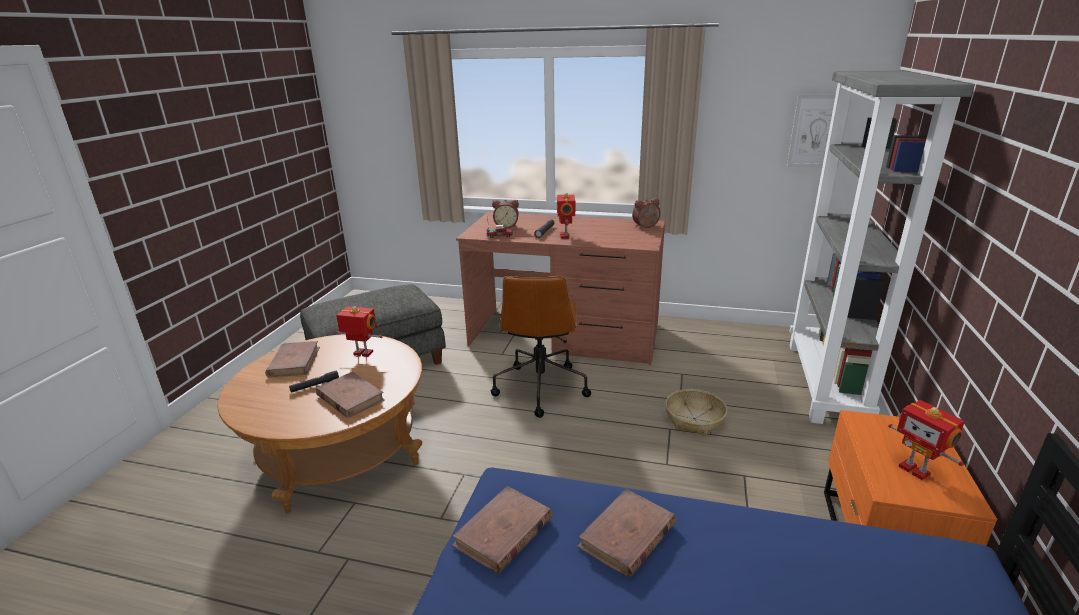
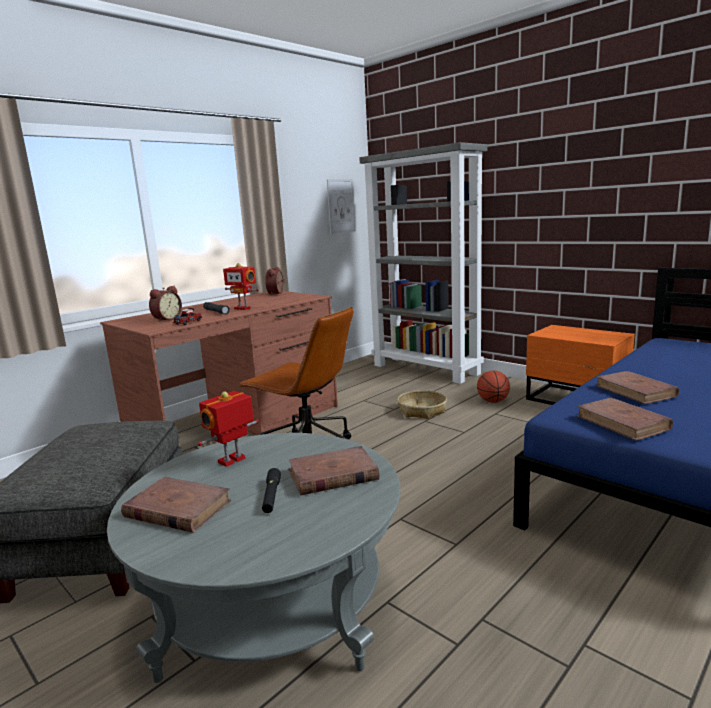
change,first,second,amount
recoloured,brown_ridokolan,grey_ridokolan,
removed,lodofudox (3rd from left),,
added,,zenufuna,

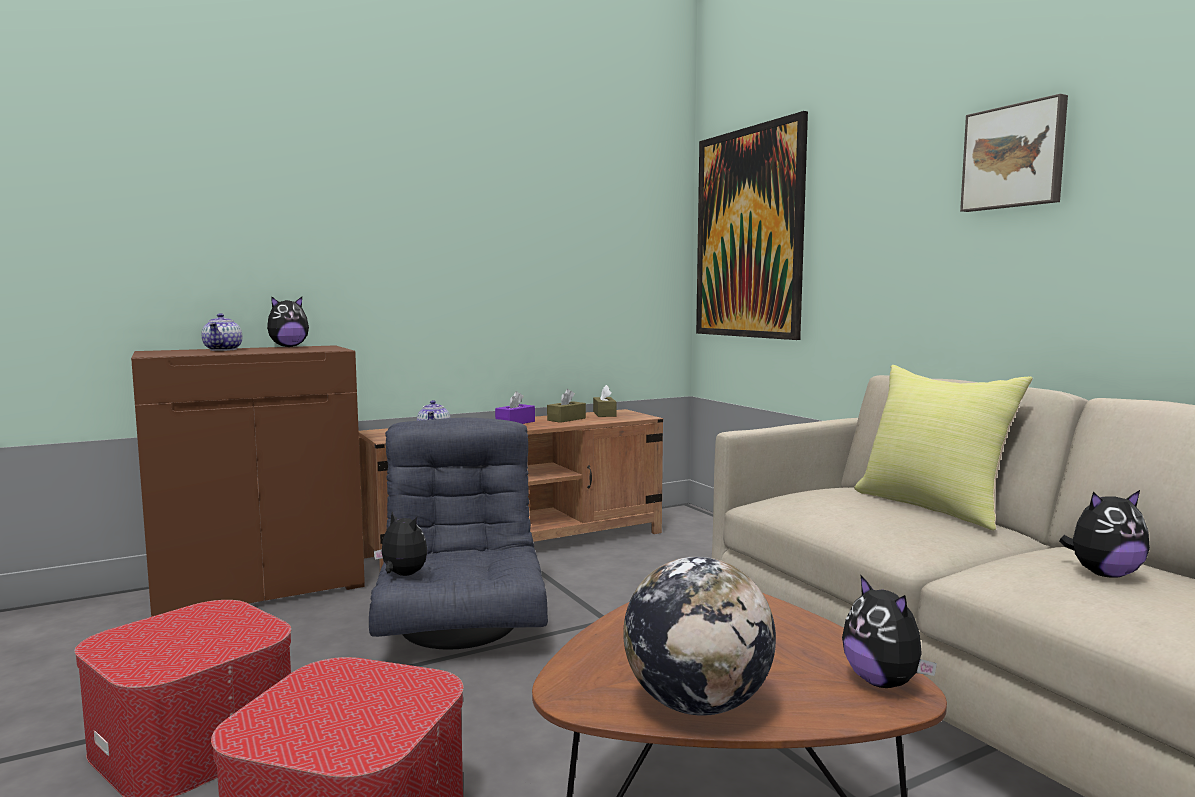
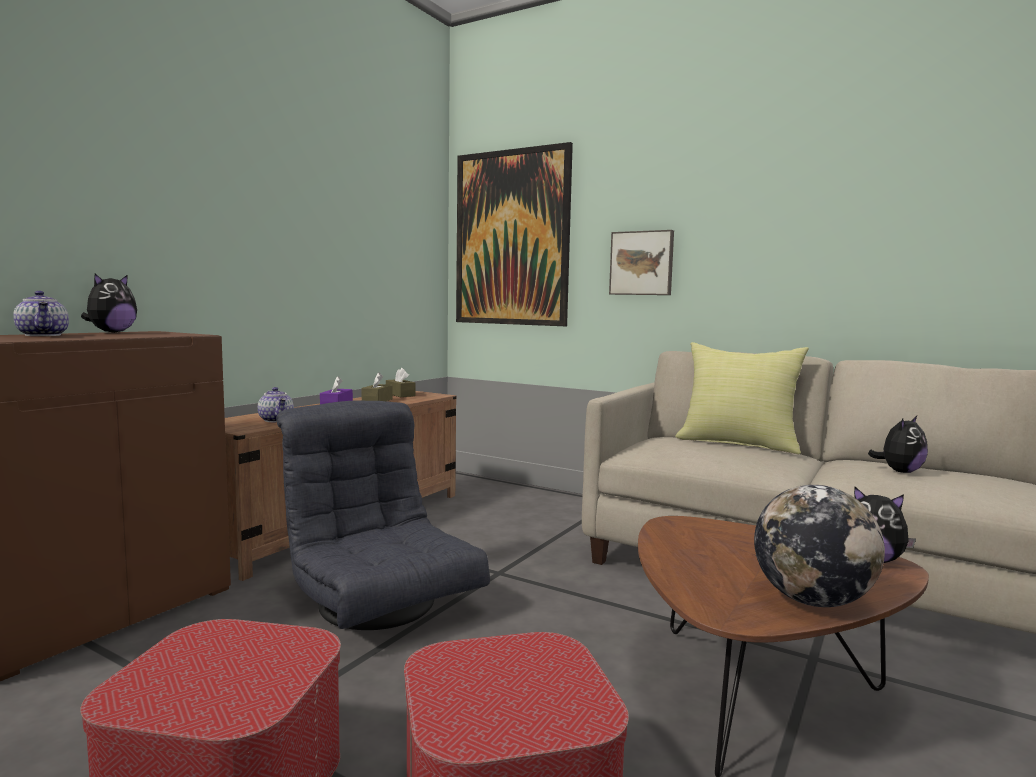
change,first,second,amount
removed,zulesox (2nd from left),,
moved,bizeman (2nd from left),,

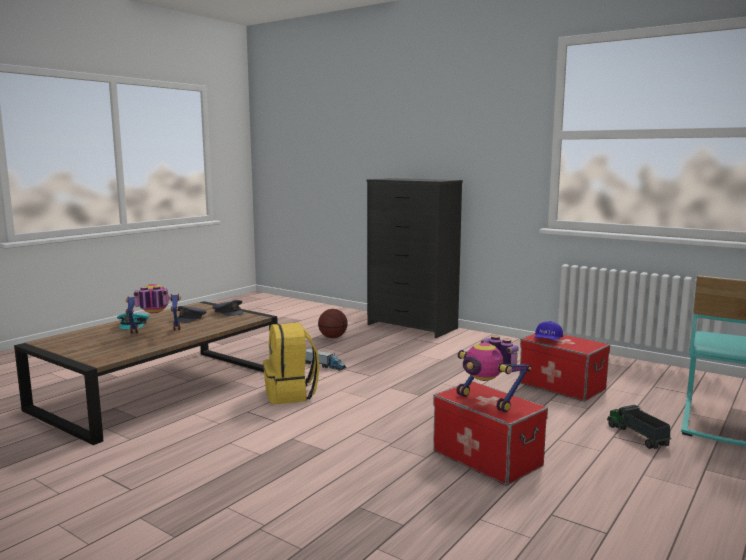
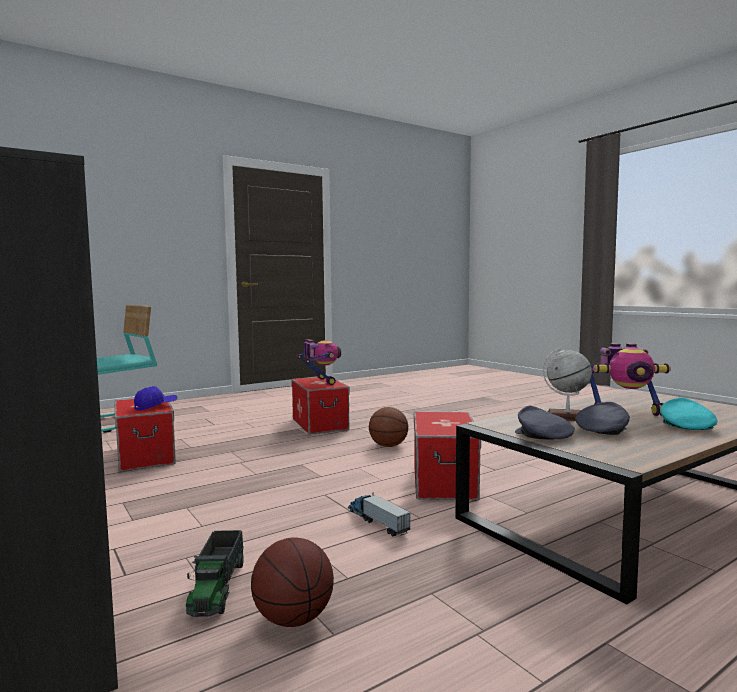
change,first,second,amount
replaced,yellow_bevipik,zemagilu (3rd from left),
moved,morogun (2nd from left in the first image),morogun (1st from left),
added,,zenufuna (2nd from left),
added,,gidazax,

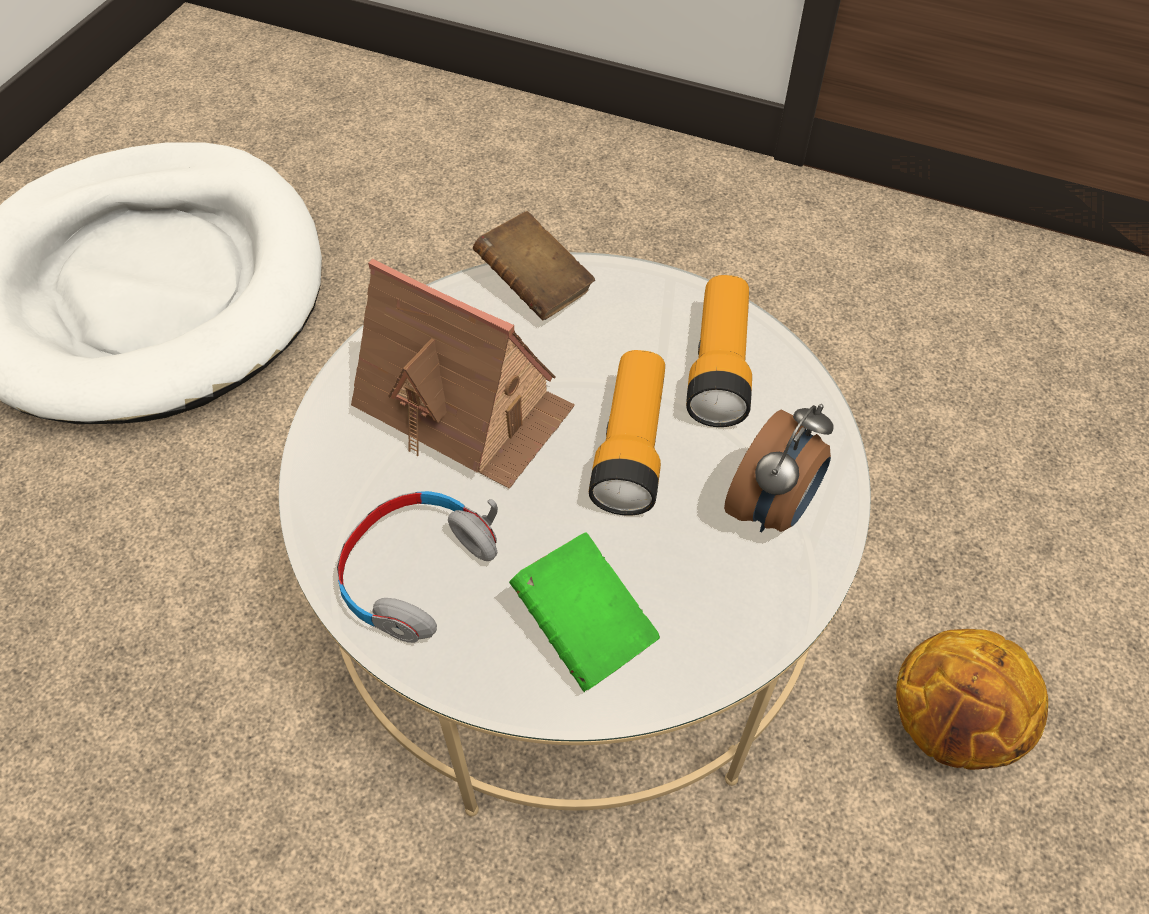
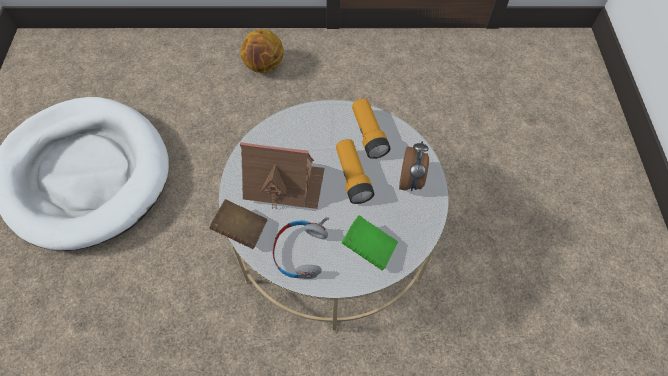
change,first,second,amount
moved,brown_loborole,,
moved,zenufuna,,

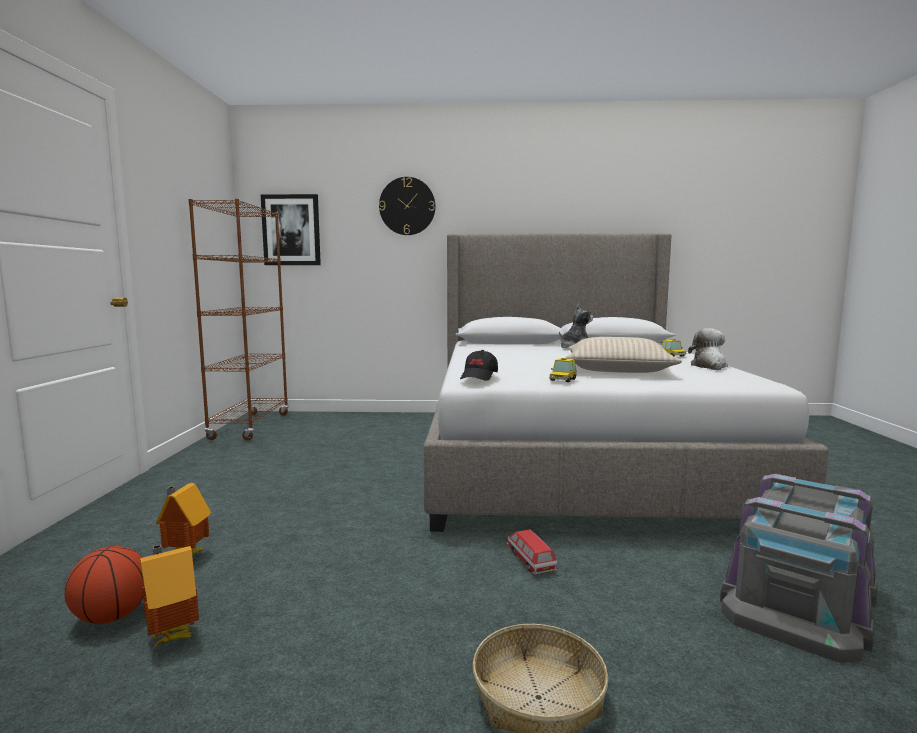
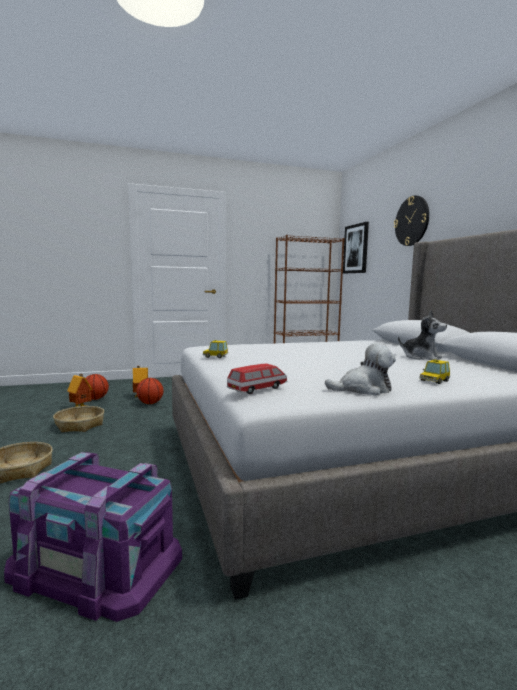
change,first,second,amount
removed,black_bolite,,
moved,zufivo (1st from left in the first image),zufivo (2nd from left),
removed,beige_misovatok,,
recoloured,grey_zemagilu,purple_zemagilu,
added,,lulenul (2nd from left),
added,,zenufuna (2nd from left),

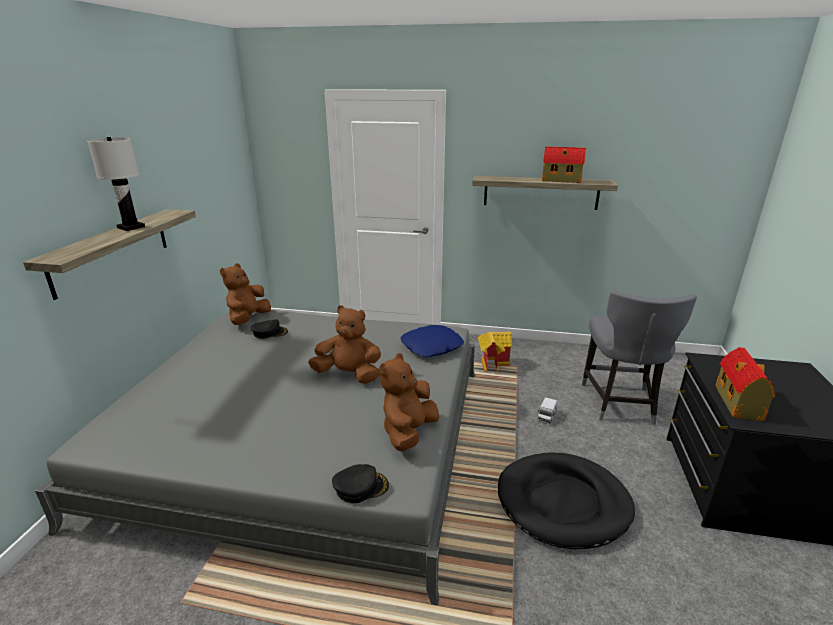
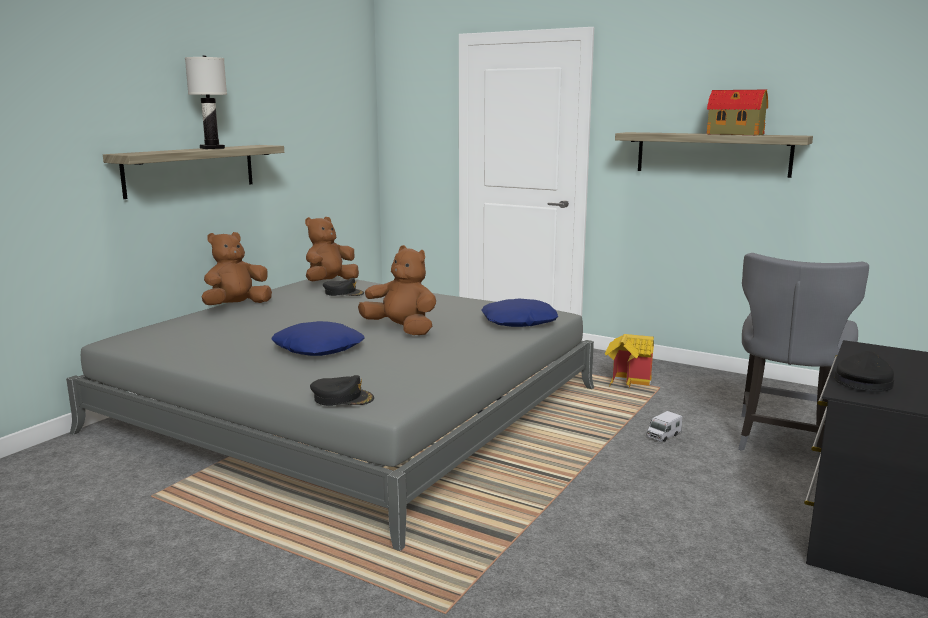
change,first,second,amount
moved,brown_zulesox (3rd from left in the first image),brown_zulesox (1st from left),
removed,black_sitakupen,,
replaced,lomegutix (3rd from left),black_bolite (3rd from left),
added,,blue_misovatok (1st from left),

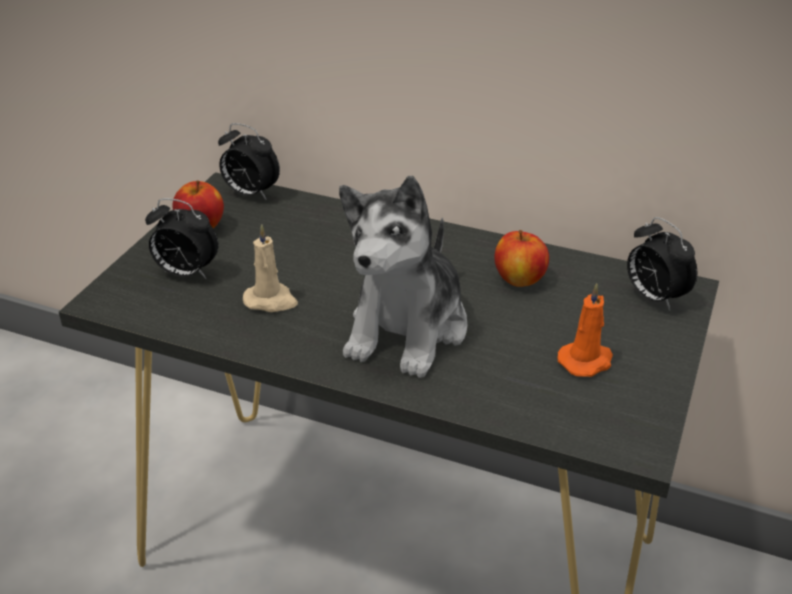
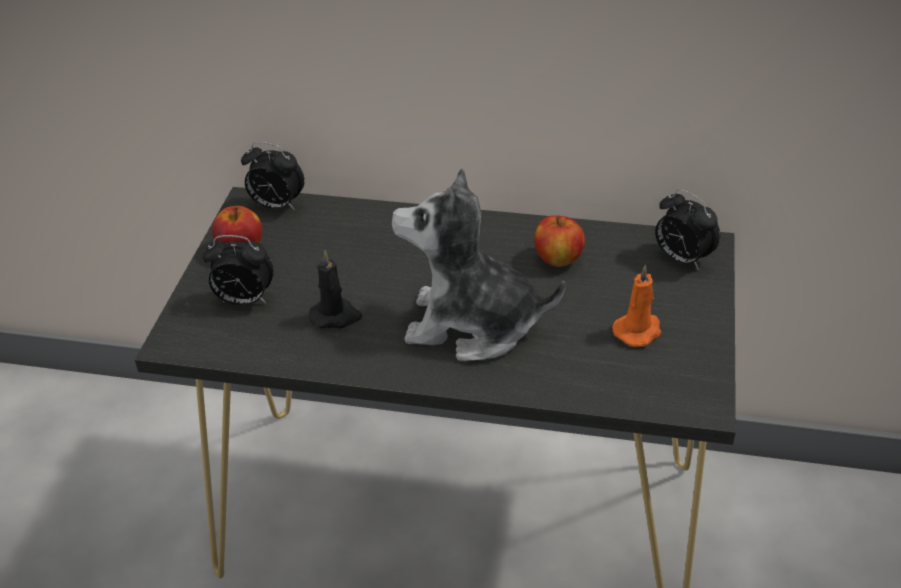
change,first,second,amount
recoloured,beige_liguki,black_liguki,
turned,zulesox,,90 degrees clockwise

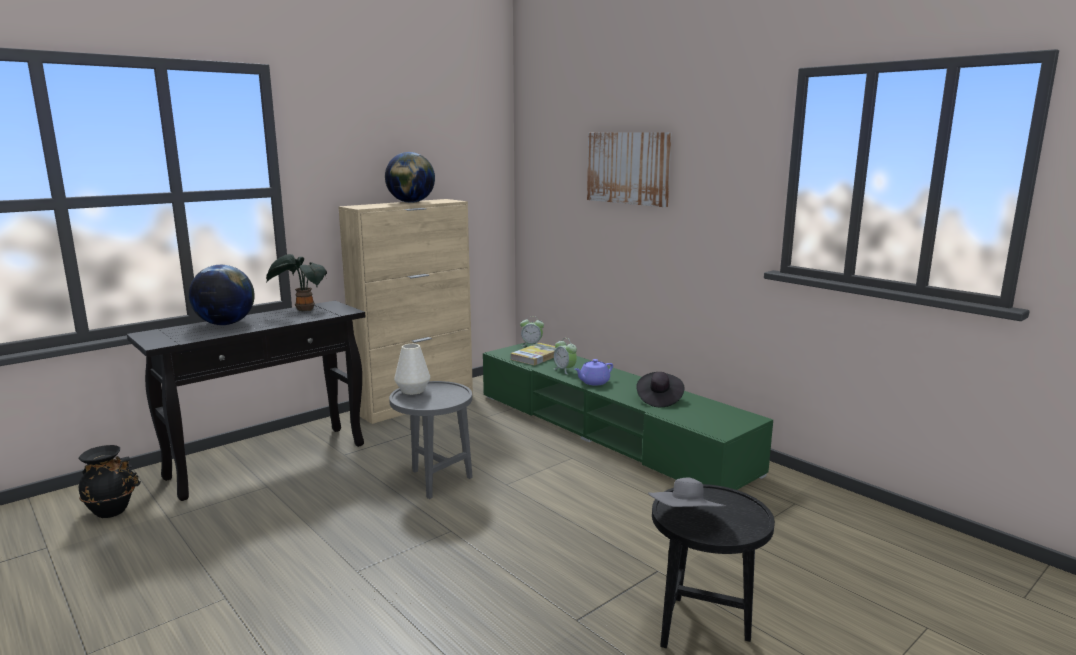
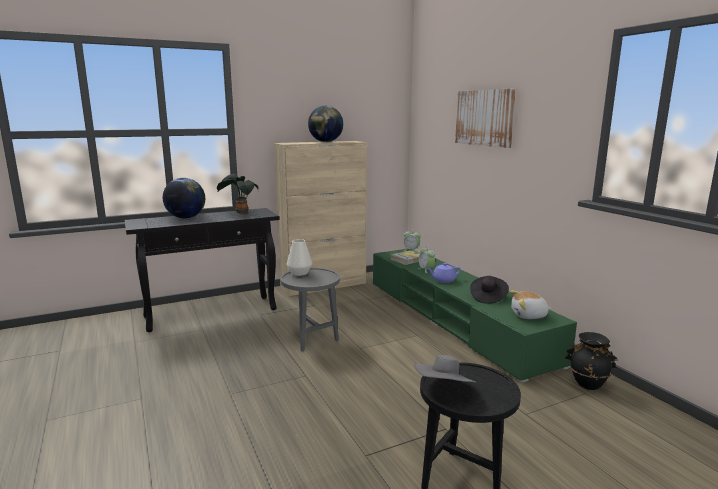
change,first,second,amount
moved,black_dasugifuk,,
added,,zulesox,

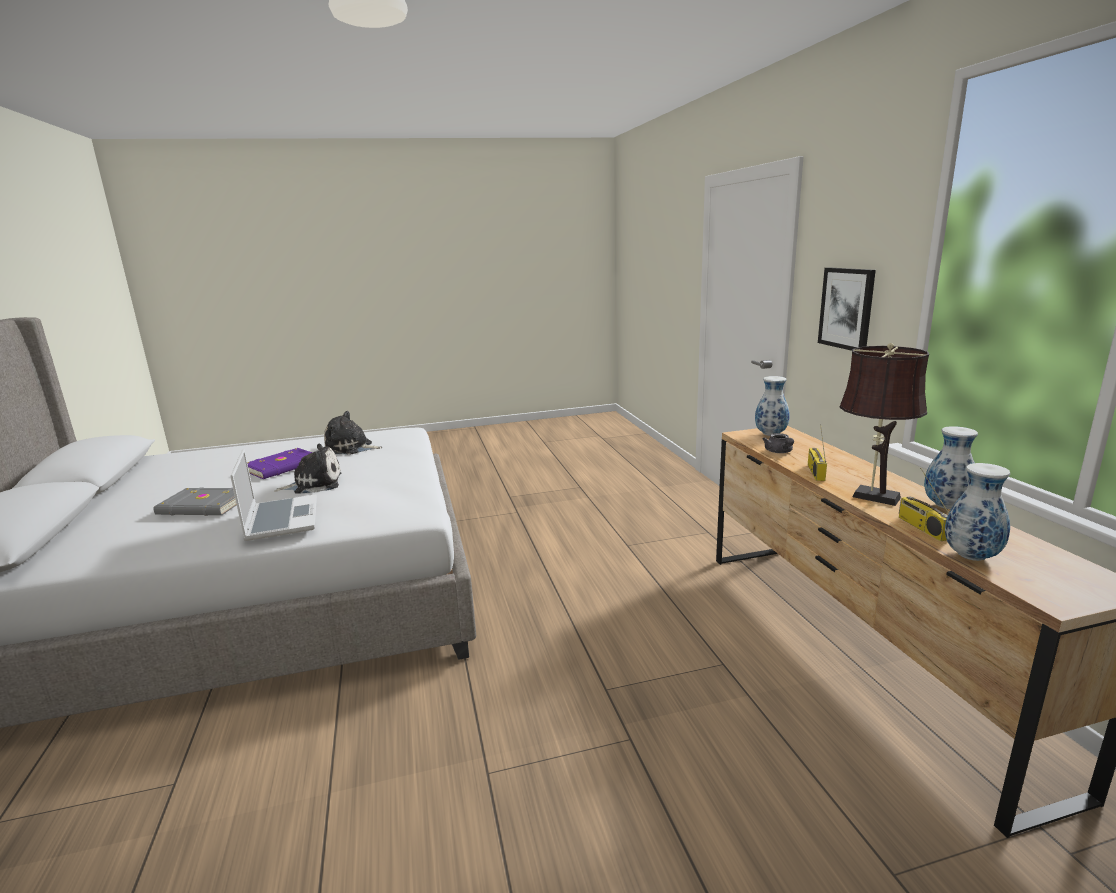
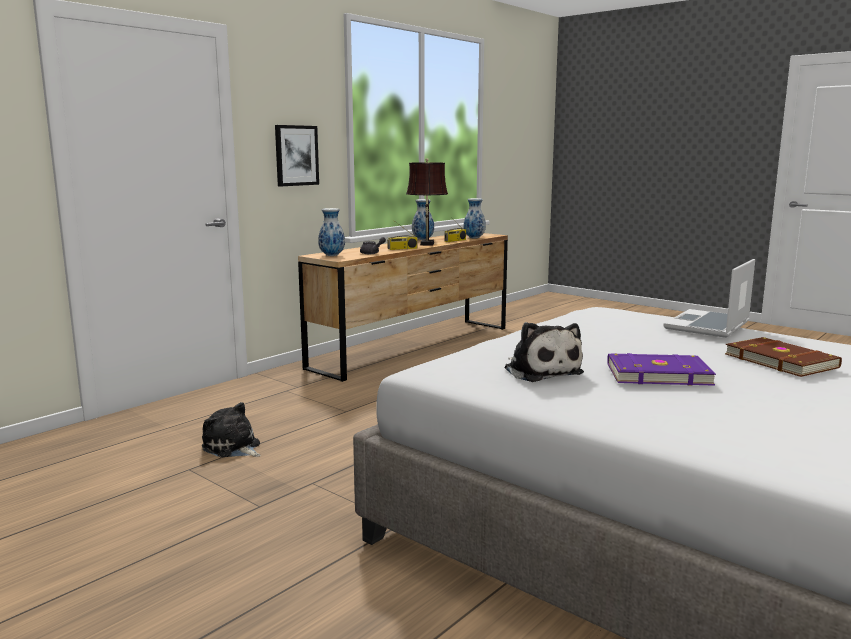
change,first,second,amount
recoloured,grey_loborole,brown_loborole,
moved,zulesox (1st from left),,

